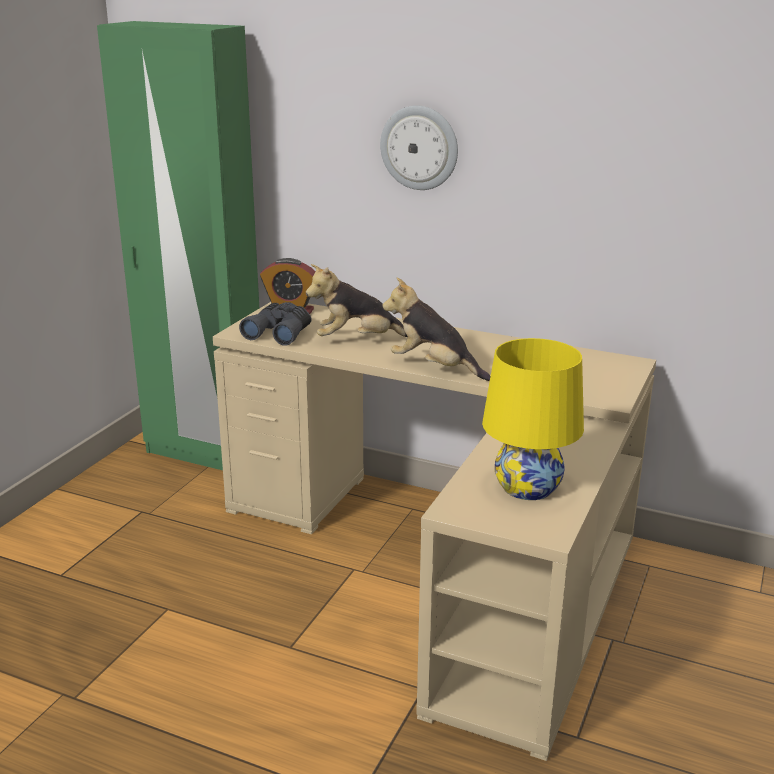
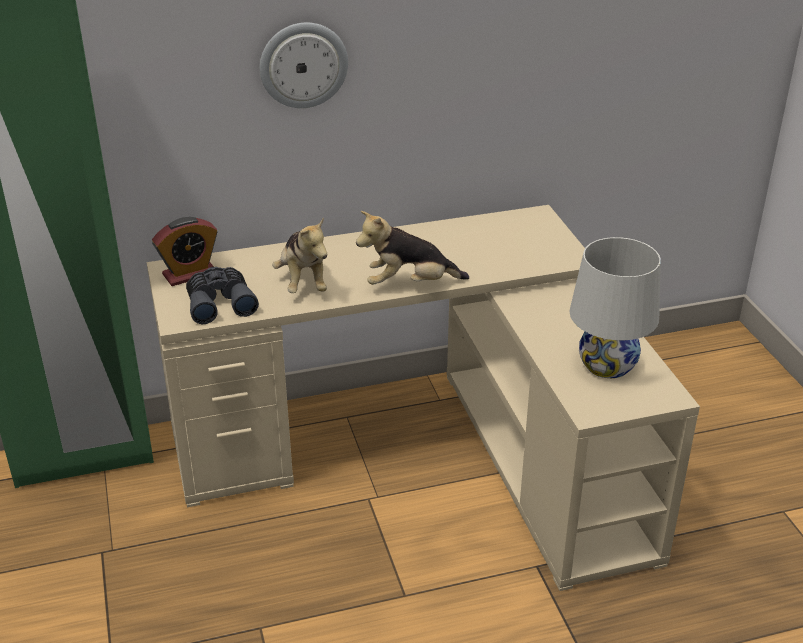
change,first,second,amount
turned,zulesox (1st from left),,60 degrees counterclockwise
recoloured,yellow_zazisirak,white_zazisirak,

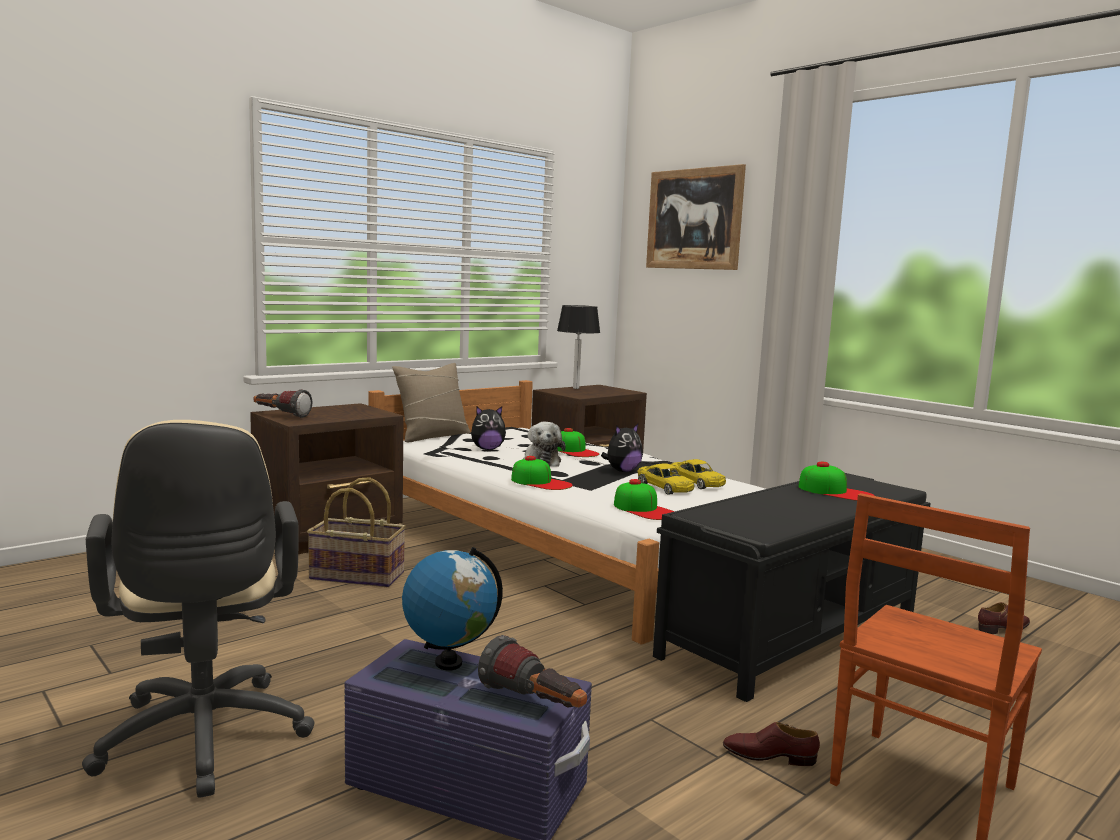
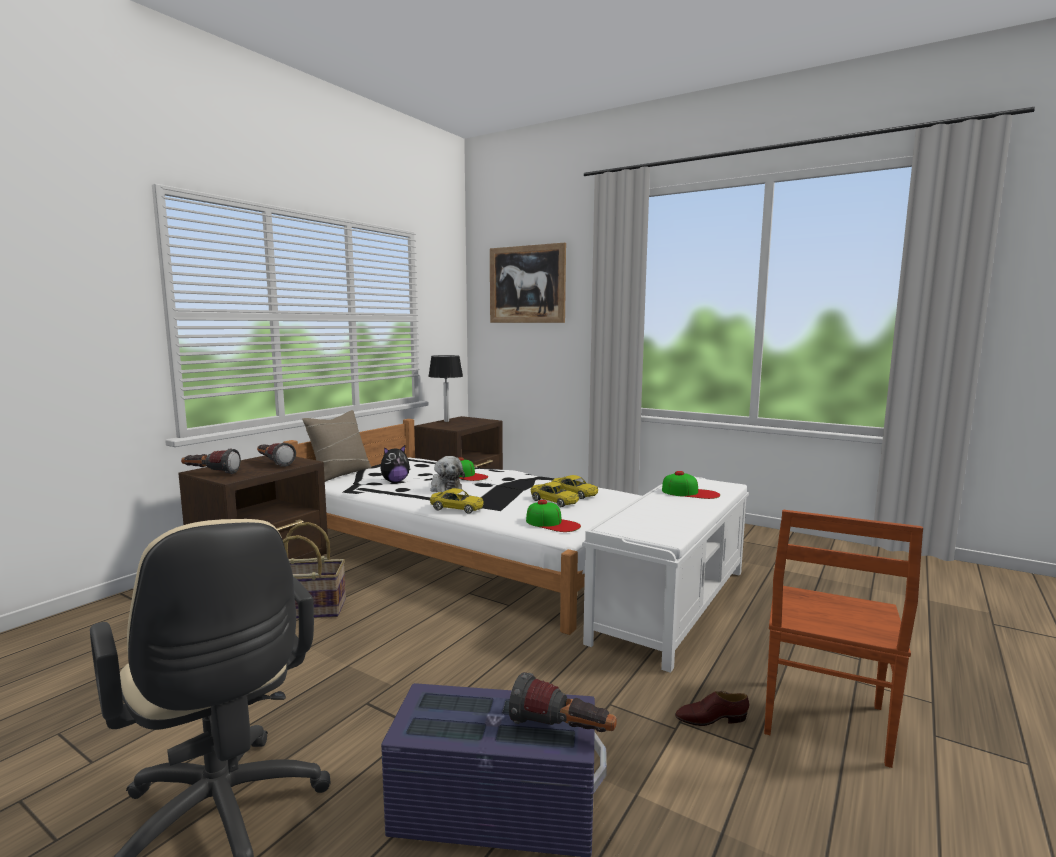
change,first,second,amount
removed,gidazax,,
replaced,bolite (1st from left),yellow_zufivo (1st from left),
removed,zulesox (3rd from left),,
recoloured,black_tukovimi,white_tukovimi,
removed,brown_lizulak (2nd from left),,
added,,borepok (2nd from left),

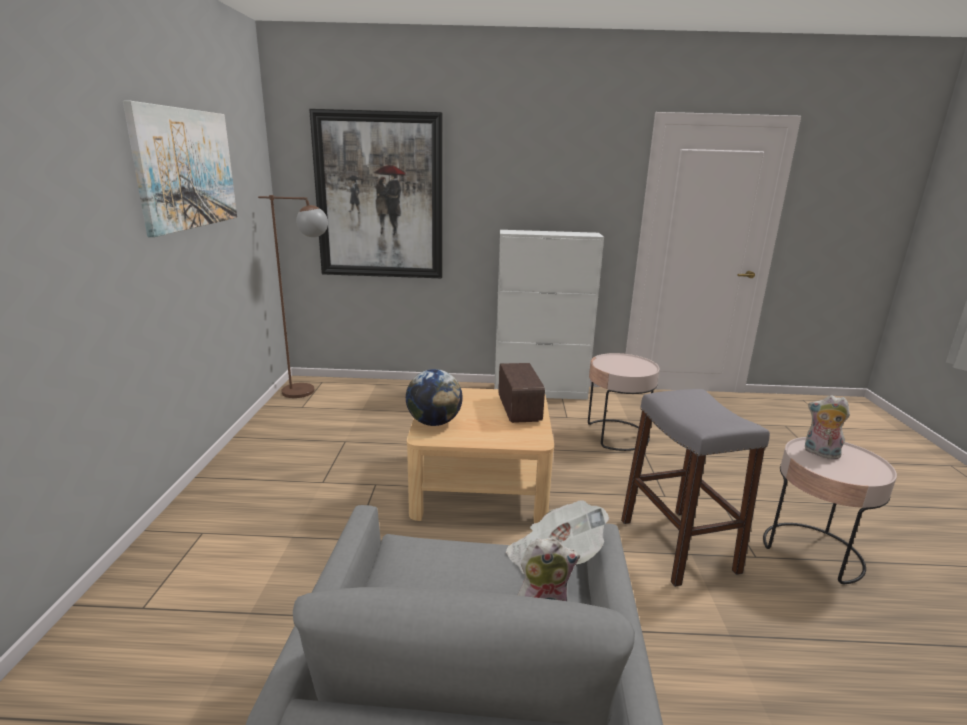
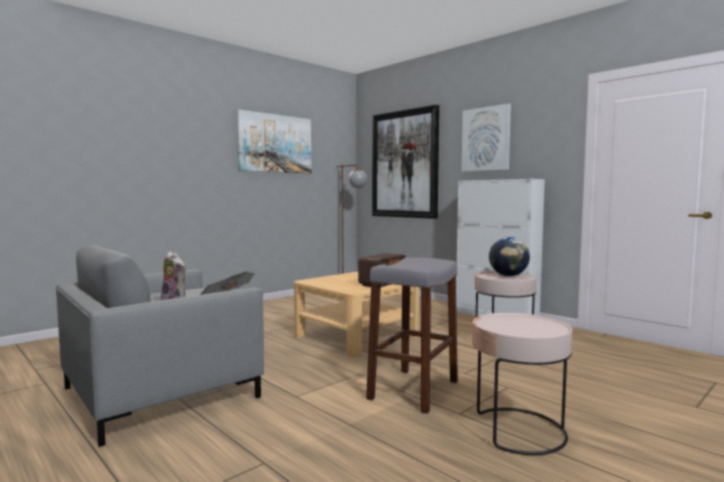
change,first,second,amount
moved,gidazax,,
removed,zulesox (2nd from left),,
added,,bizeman (3rd from left),

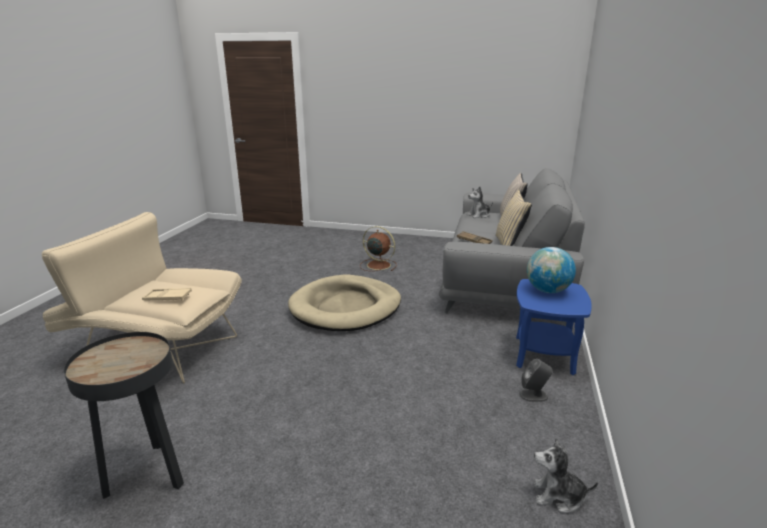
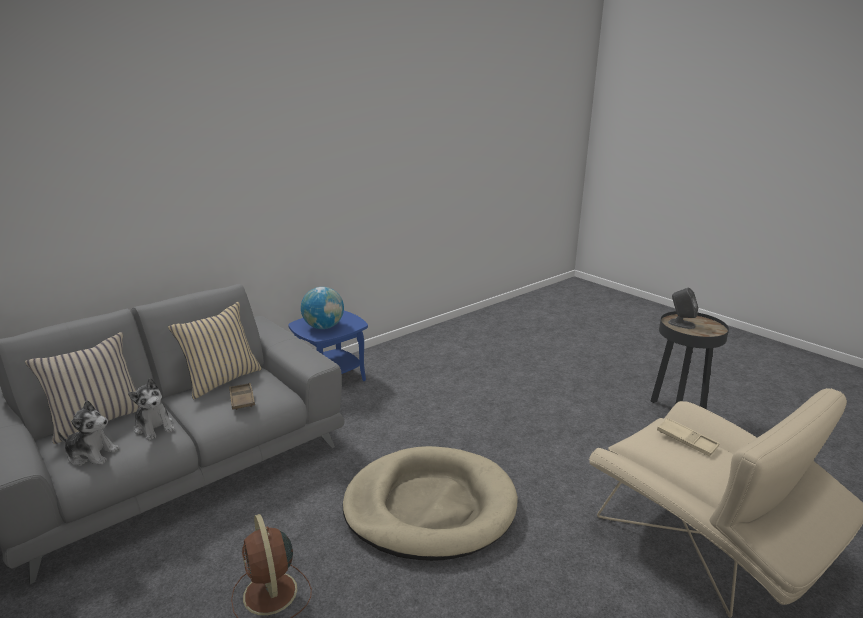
change,first,second,amount
moved,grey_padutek,,
moved,zulesox (2nd from left),,

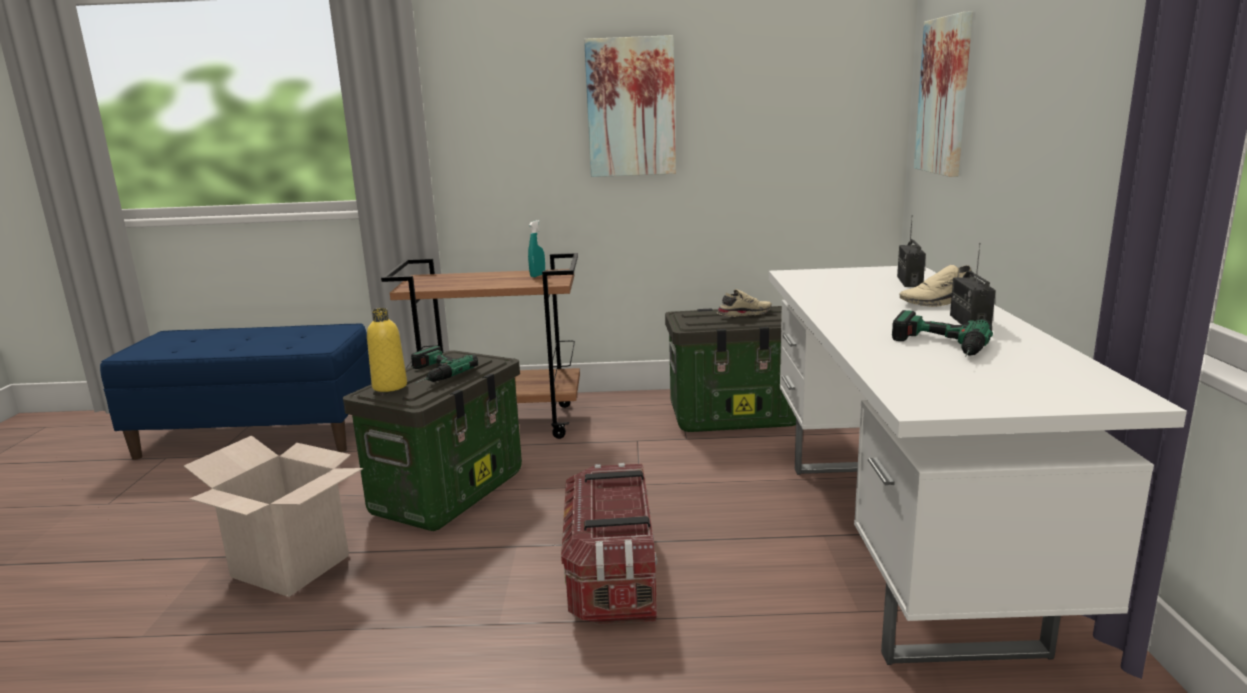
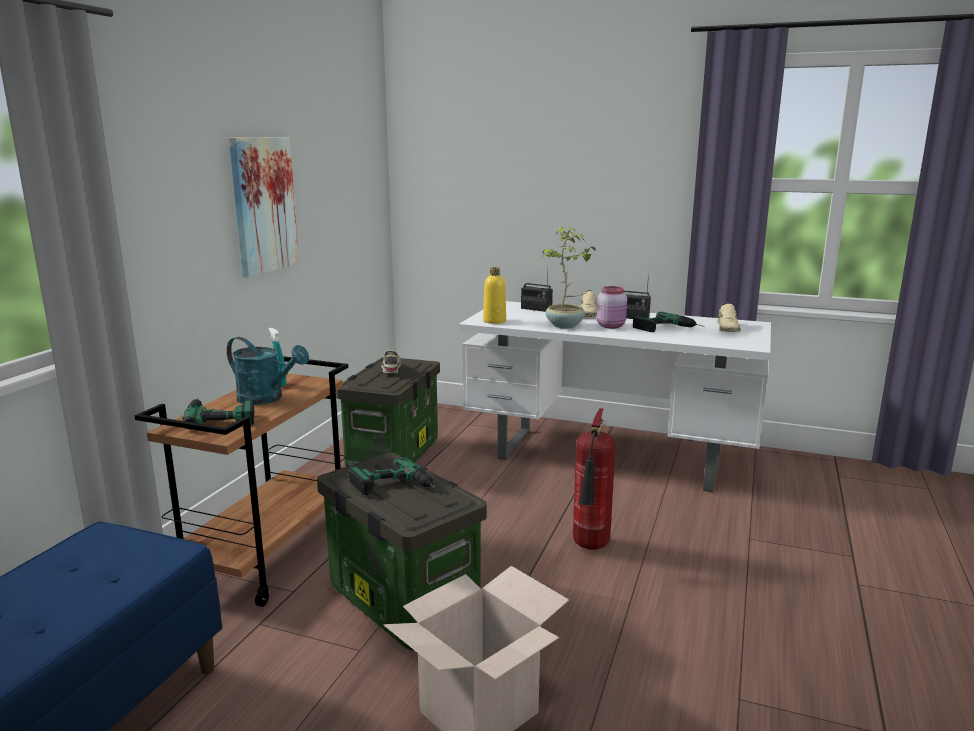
change,first,second,amount
moved,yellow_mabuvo,,
replaced,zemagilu (2nd from left),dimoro,
removed,bizeman (2nd from left),,
added,,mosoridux (1st from left),
added,,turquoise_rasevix,
added,,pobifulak,
added,,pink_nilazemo,
added,,beige_lizulak (3rd from left),

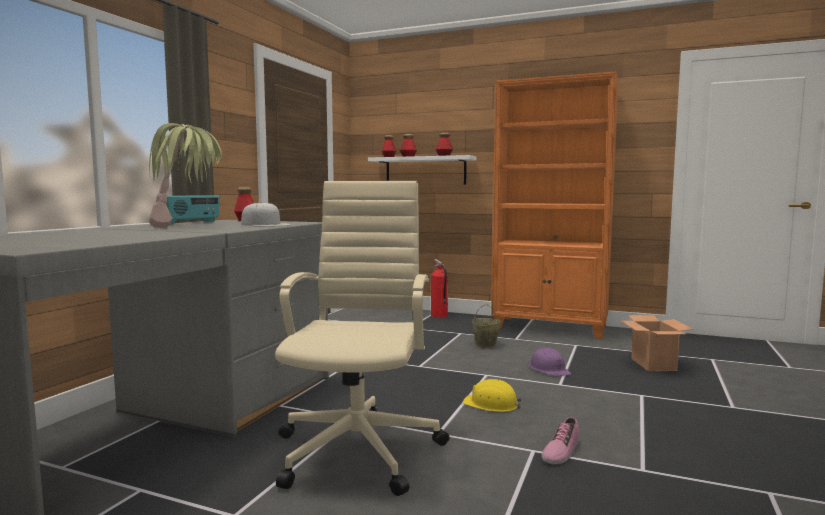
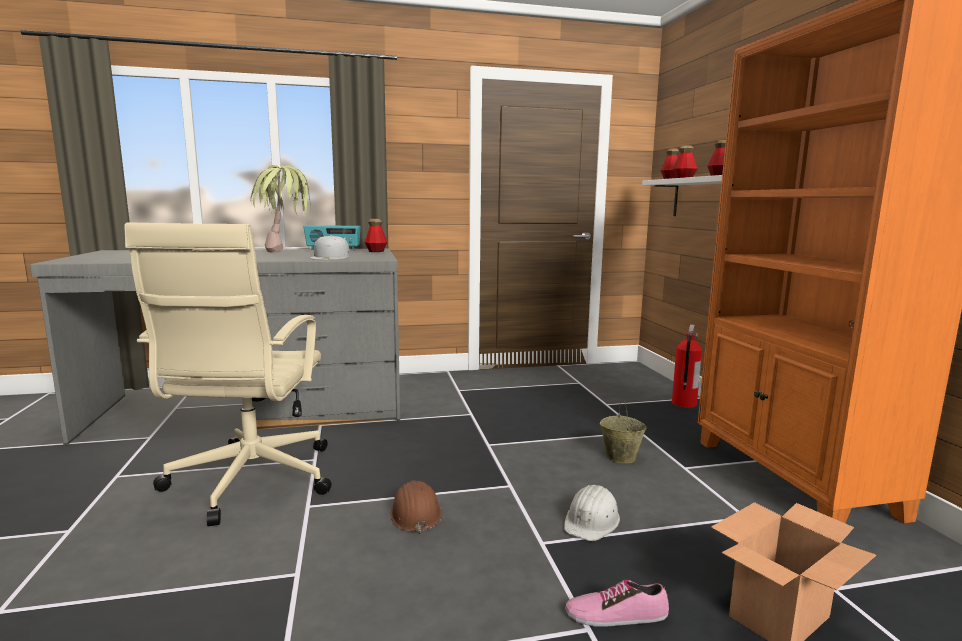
change,first,second,amount
turned,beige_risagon,,120 degrees clockwise
recoloured,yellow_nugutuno,brown_nugutuno,
recoloured,purple_nugutuno,white_nugutuno,
moved,lizulak,,

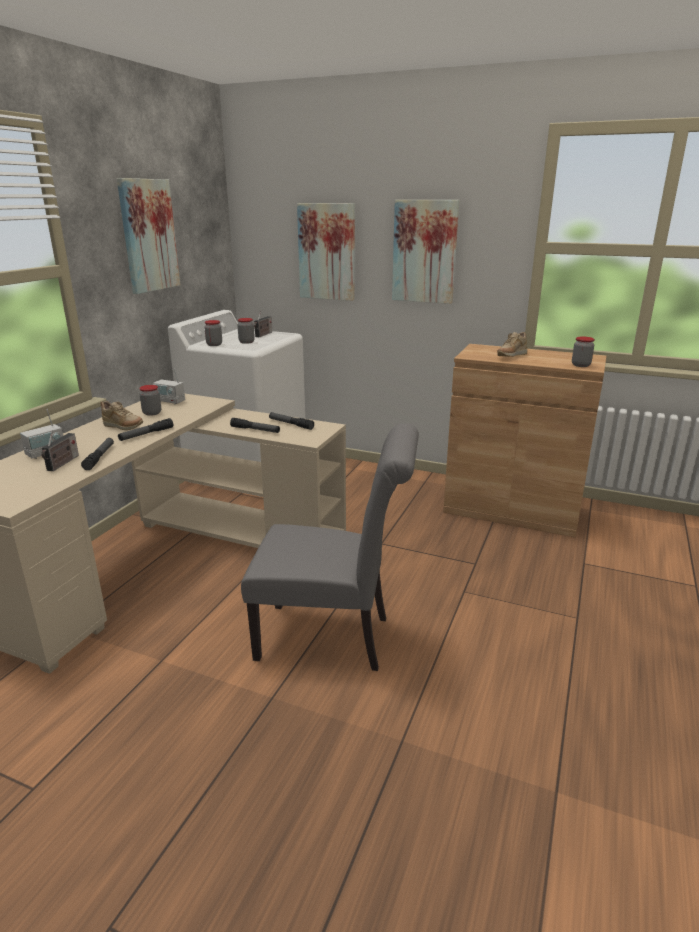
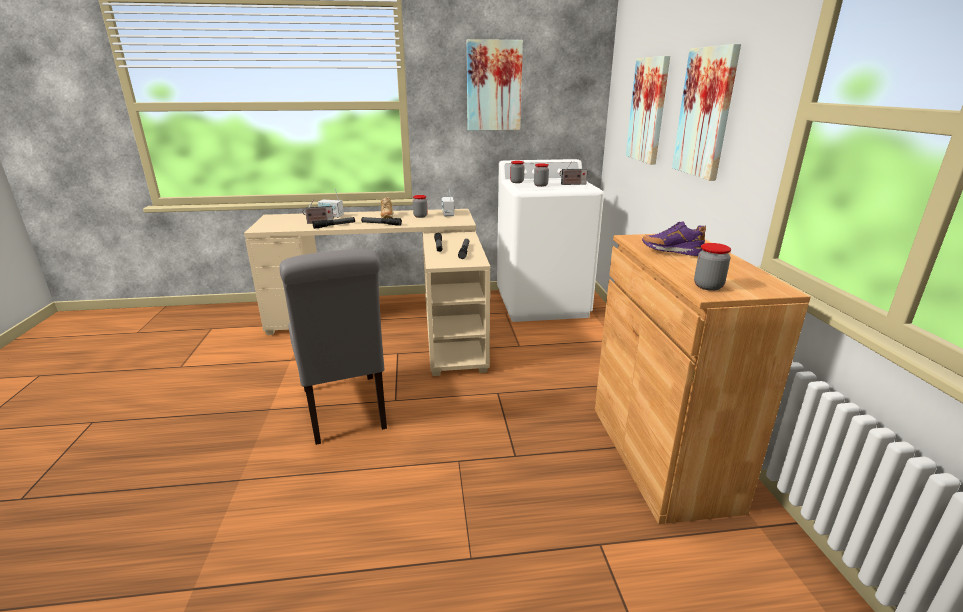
change,first,second,amount
recoloured,beige_lizulak (2nd from left),purple_lizulak,

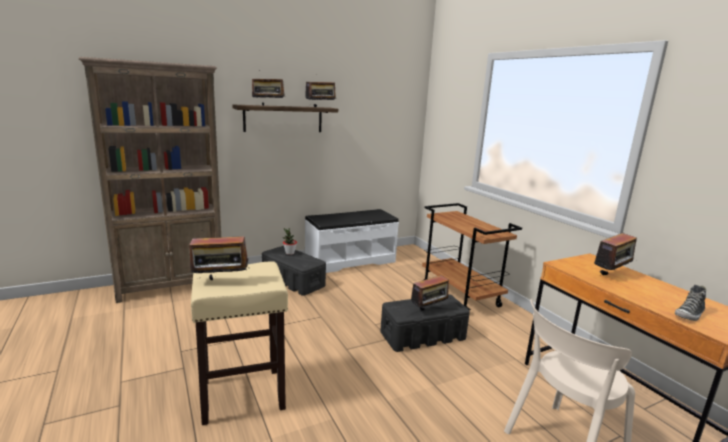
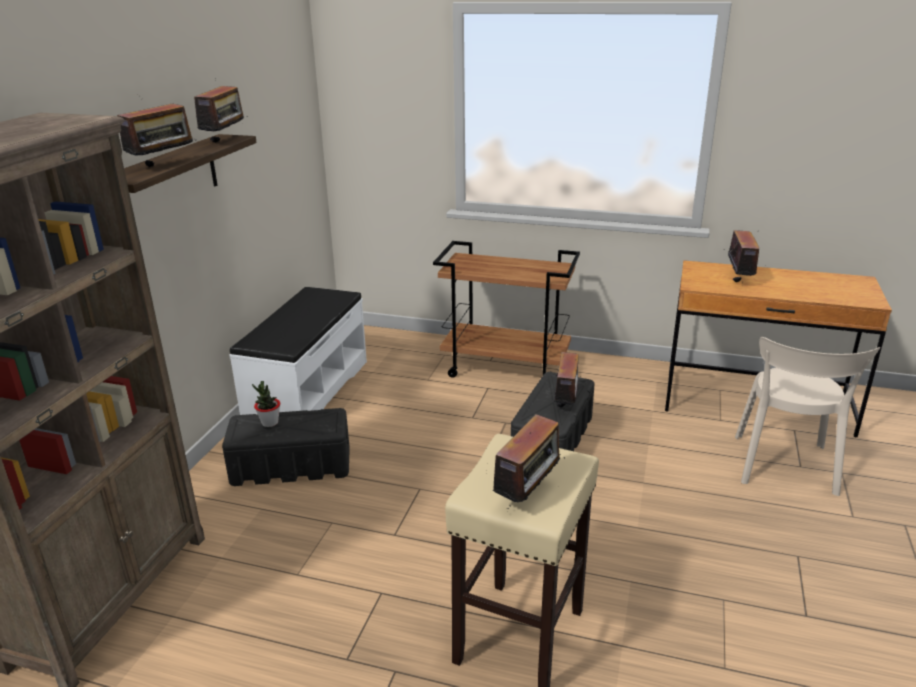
change,first,second,amount
removed,lizulak,,

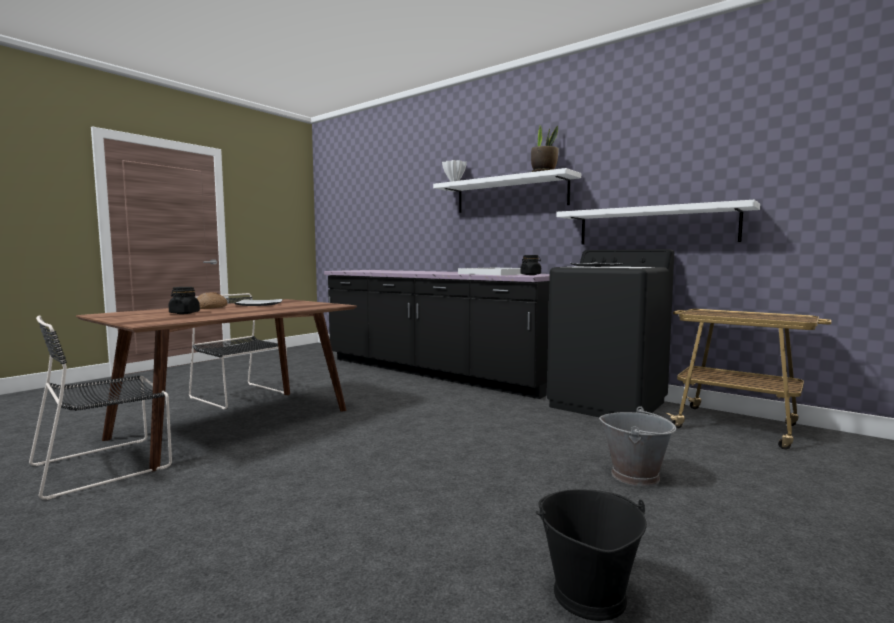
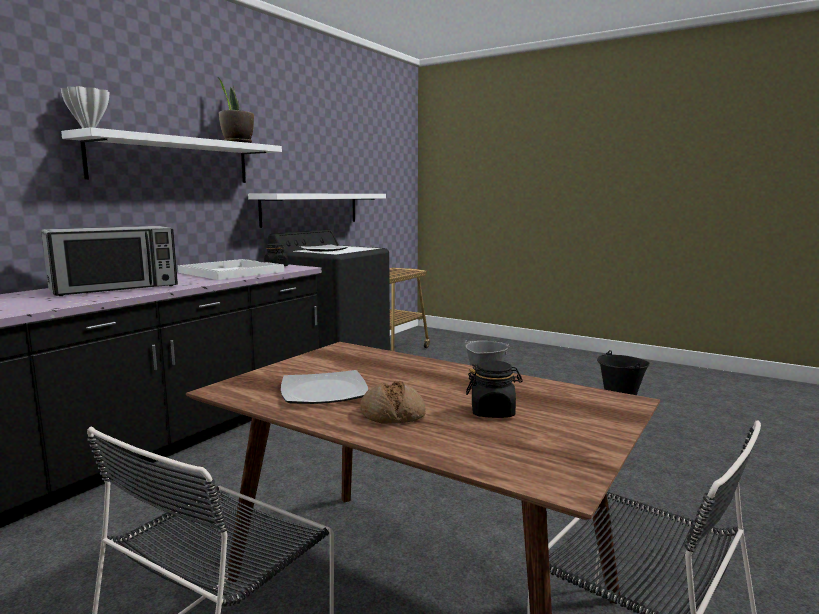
change,first,second,amount
added,,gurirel,

